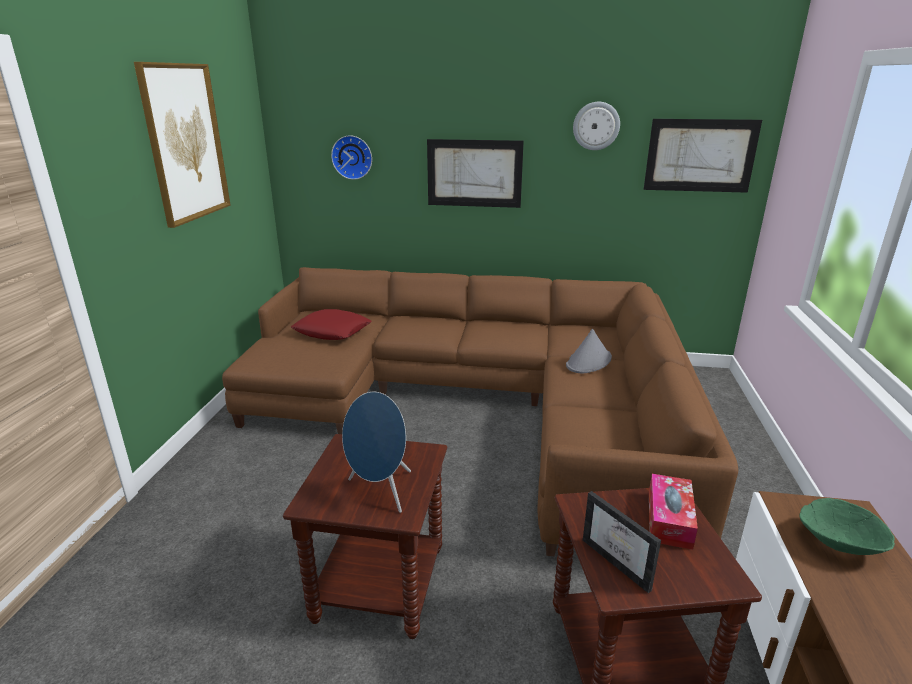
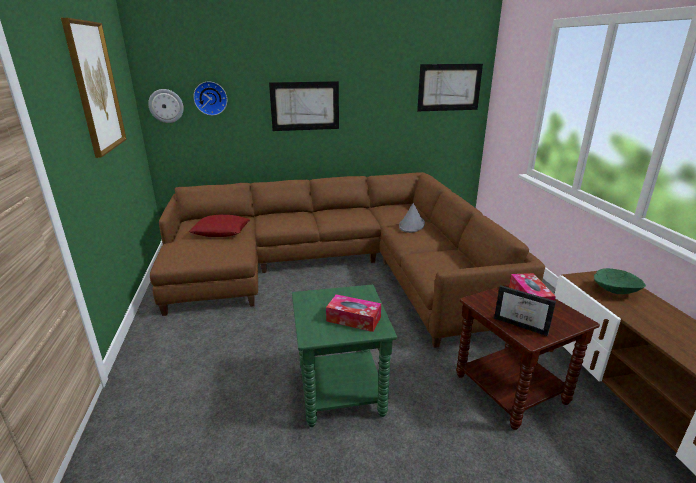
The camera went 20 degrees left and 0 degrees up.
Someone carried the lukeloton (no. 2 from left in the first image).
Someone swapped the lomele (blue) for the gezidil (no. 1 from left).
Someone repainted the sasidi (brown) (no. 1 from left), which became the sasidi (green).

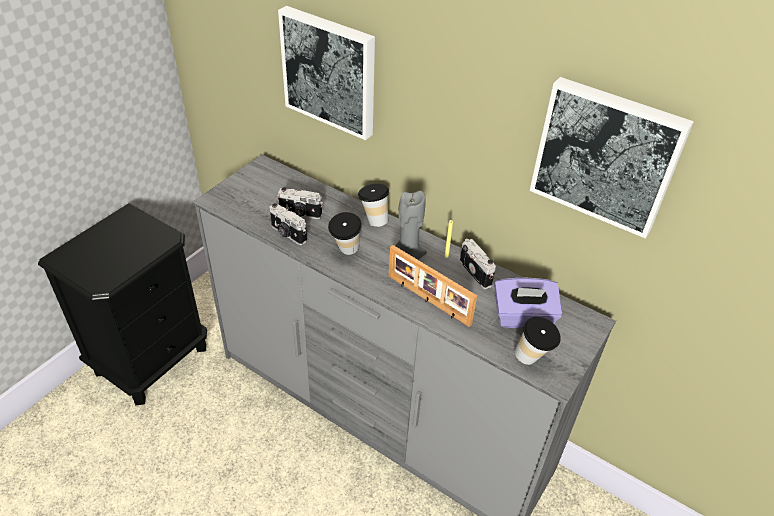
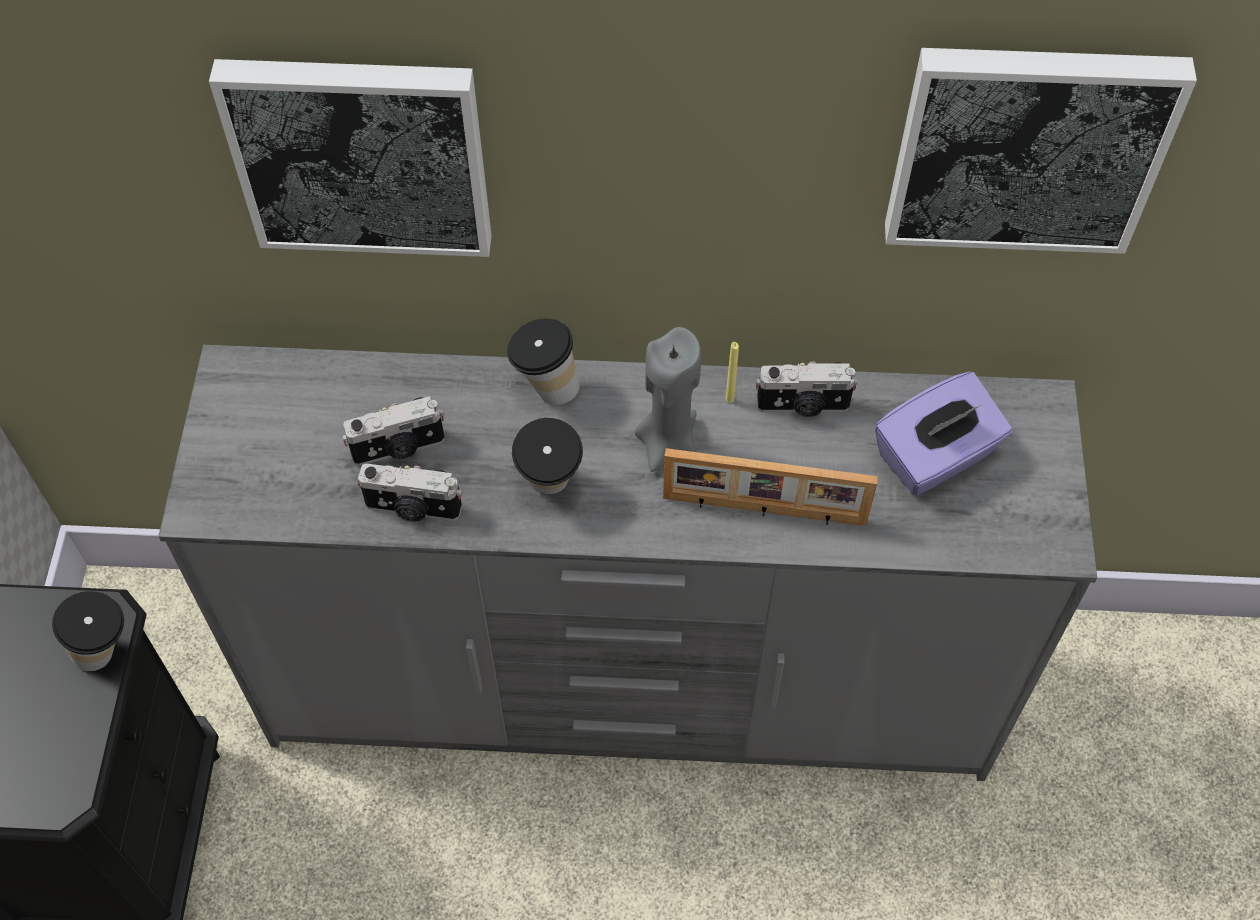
The camera went 30 degrees left and 15 degrees up.
Someone rotated the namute (no. 3 from left) by 150 degrees clockwise.
Someone carried the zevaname (no. 3 from left in the first image).

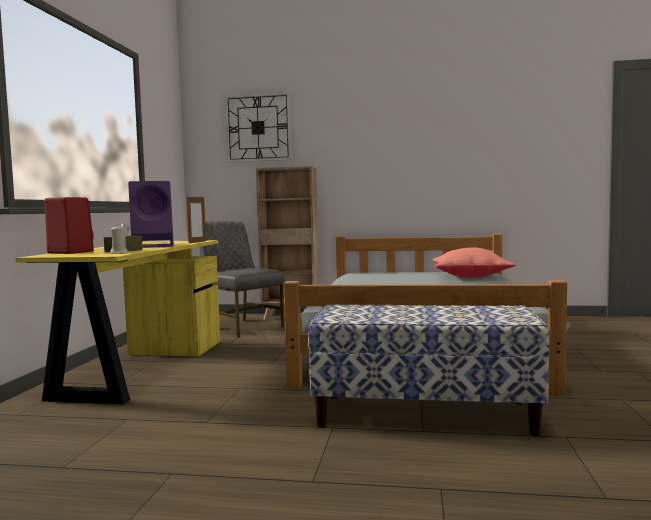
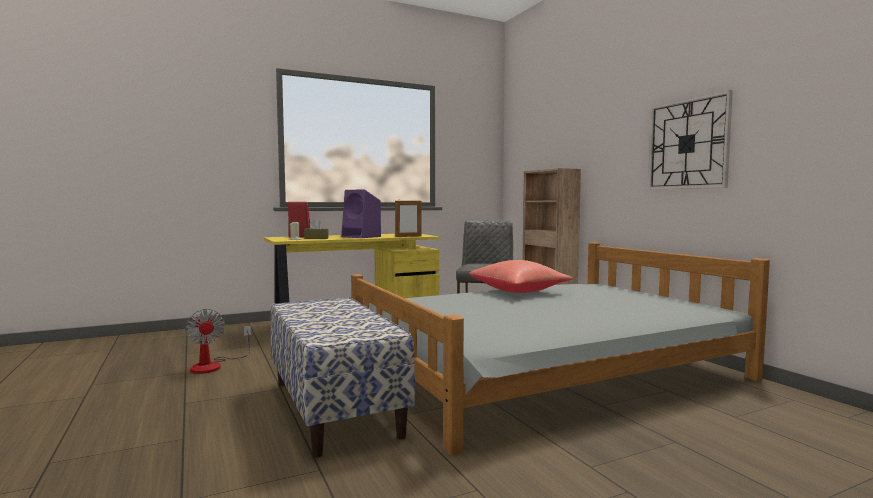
The camera went 55 degrees right and 0 degrees up.
Someone carried the lukeloton.
Someone carried the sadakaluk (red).
Someone put down the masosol.

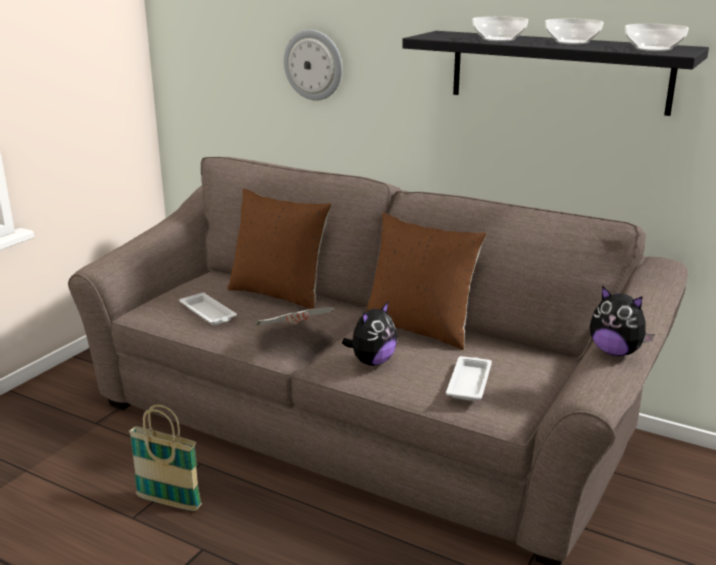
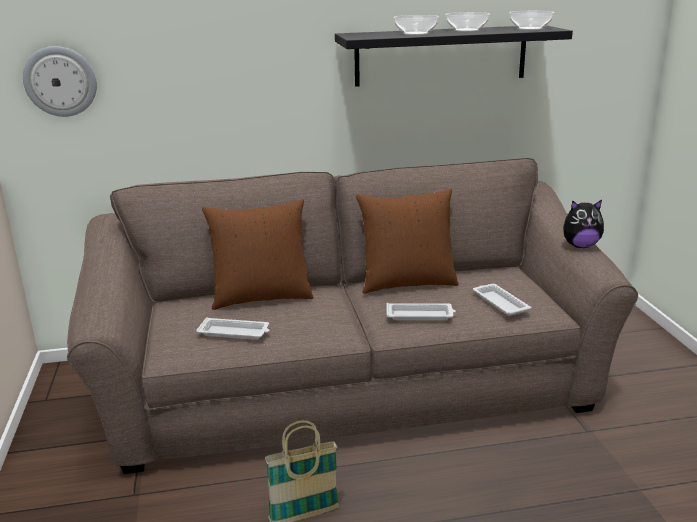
The camera went 40 degrees left and 0 degrees up.
Someone carried the lukeloton.
Someone swapped the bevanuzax (no. 1 from left) for the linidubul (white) (no. 2 from left).
Someone took away the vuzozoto.

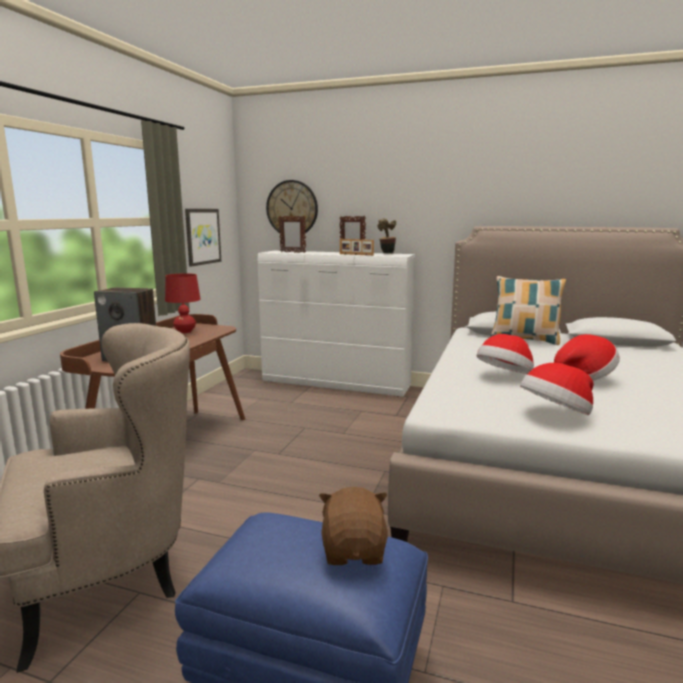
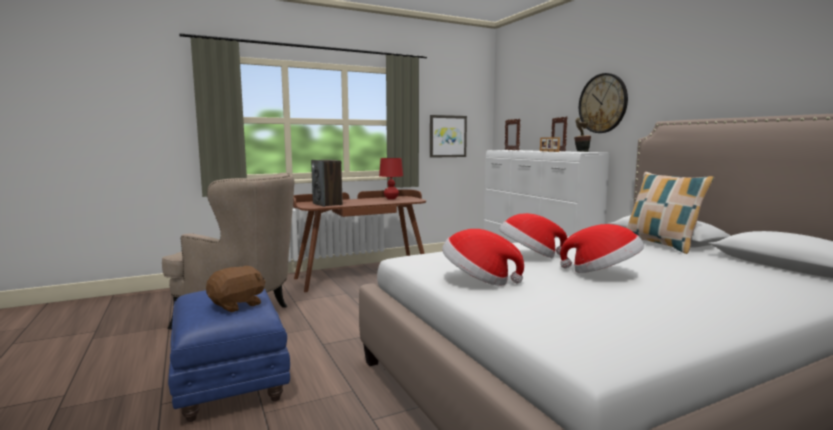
The camera went 45 degrees right and 5 degrees down.
Someone carried the lukeloton.

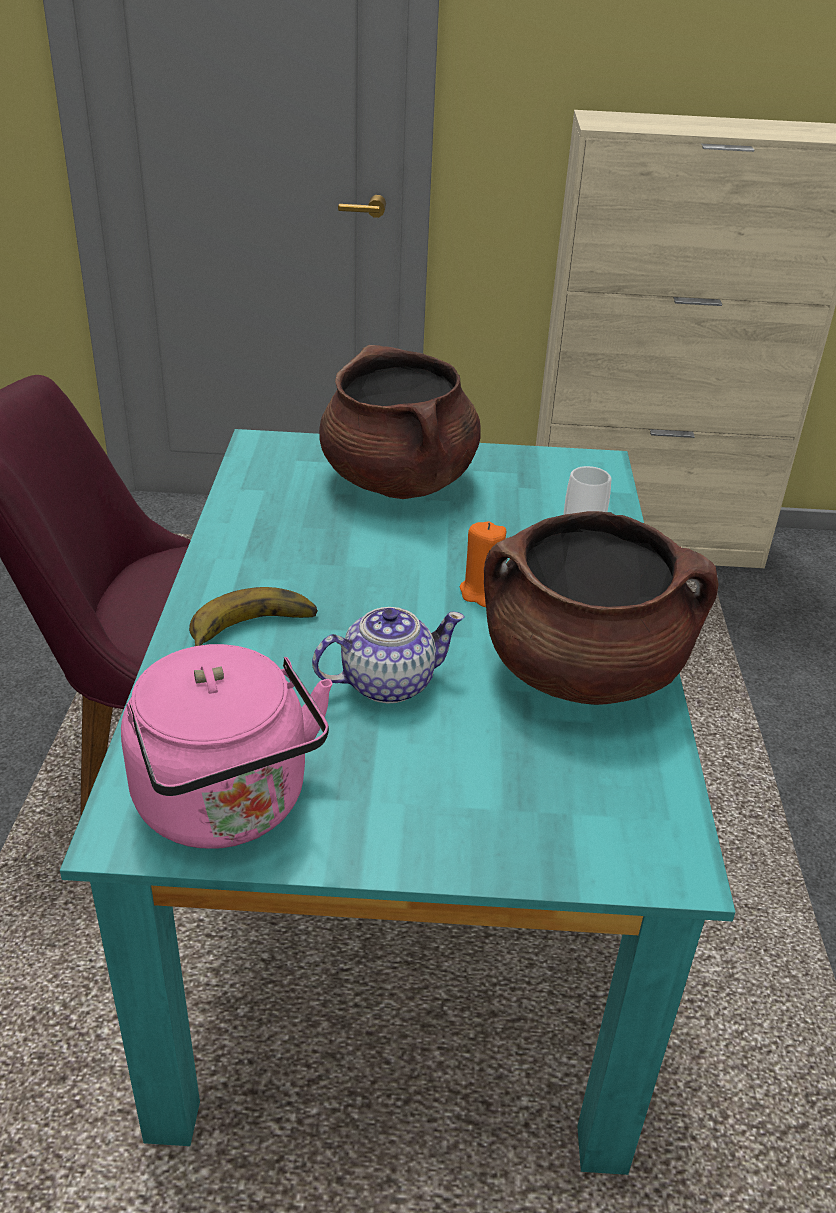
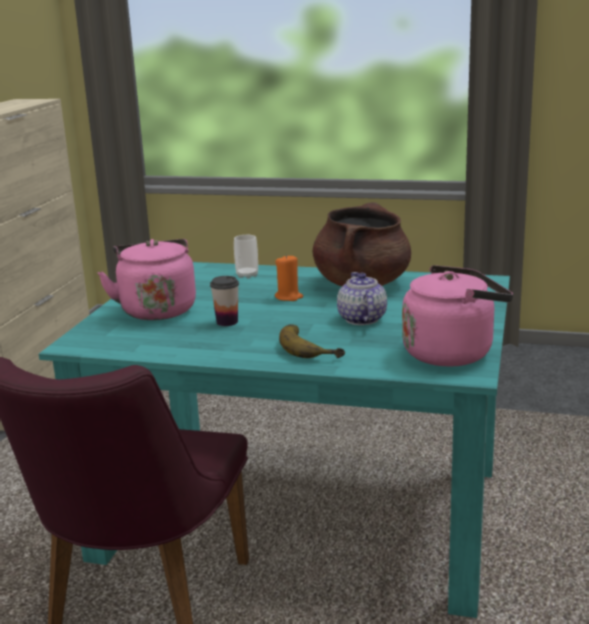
The camera went 75 degrees left and 15 degrees down.
Someone swapped the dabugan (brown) (no. 1 from left) for the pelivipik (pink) (no. 1 from left).
Someone put down the zevaname (no. 1 from left).

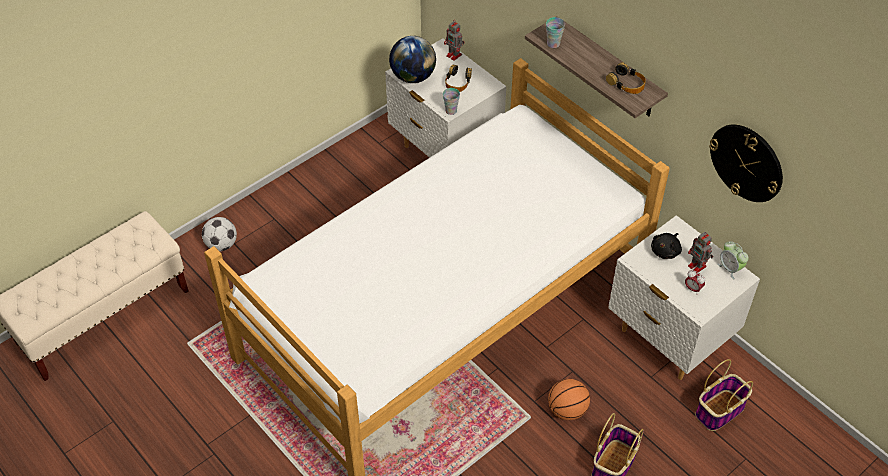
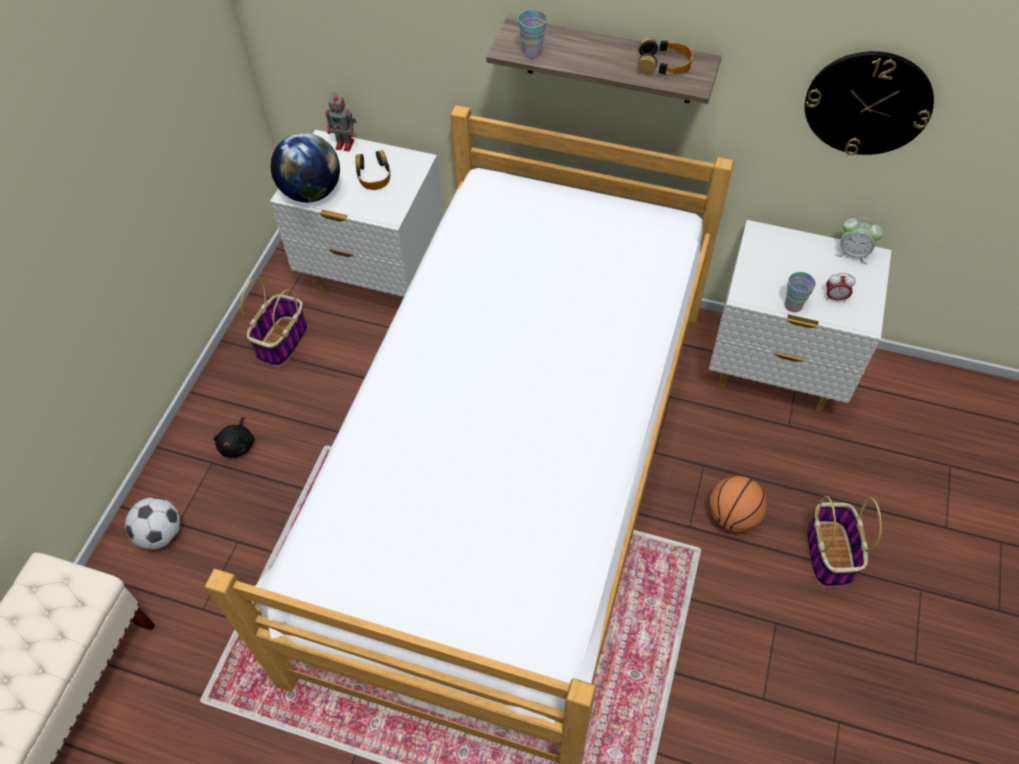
The camera went 30 degrees left and 5 degrees up.
Someone carried the zevaname (no. 1 from left in the first image).
Someone took away the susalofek (no. 2 from left).
Someone carried the bevanuzax (black).
Someone carried the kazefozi (no. 2 from left in the first image).

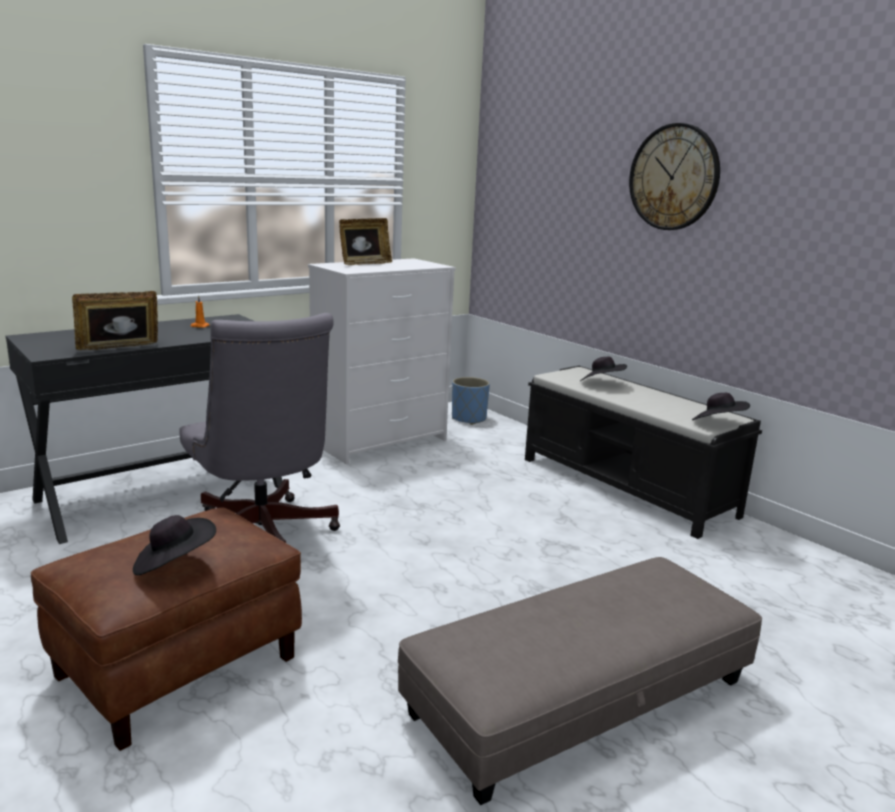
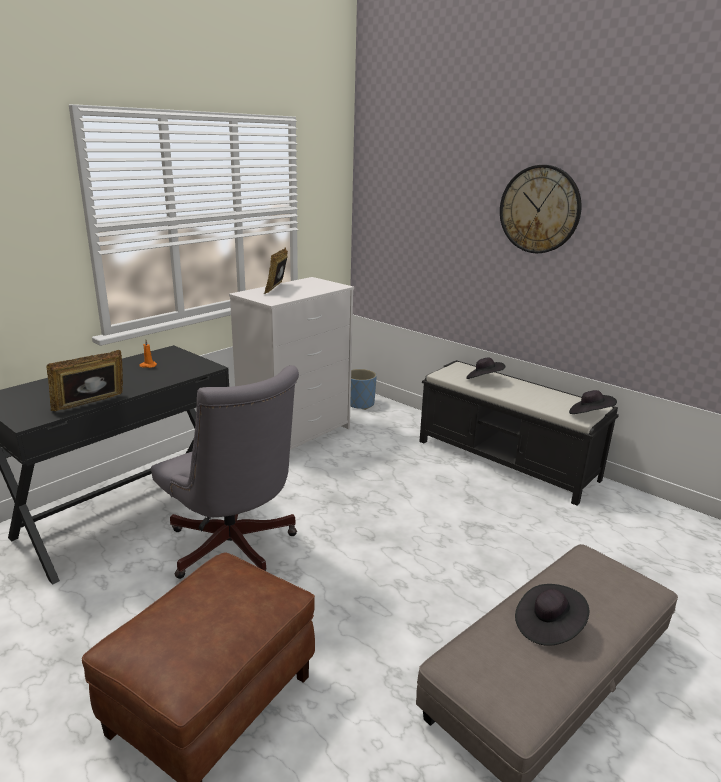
The camera went 10 degrees left and 5 degrees up.
Someone rotated the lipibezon (no. 2 from left) by 150 degrees clockwise.
Someone carried the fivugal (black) (no. 1 from left in the first image).

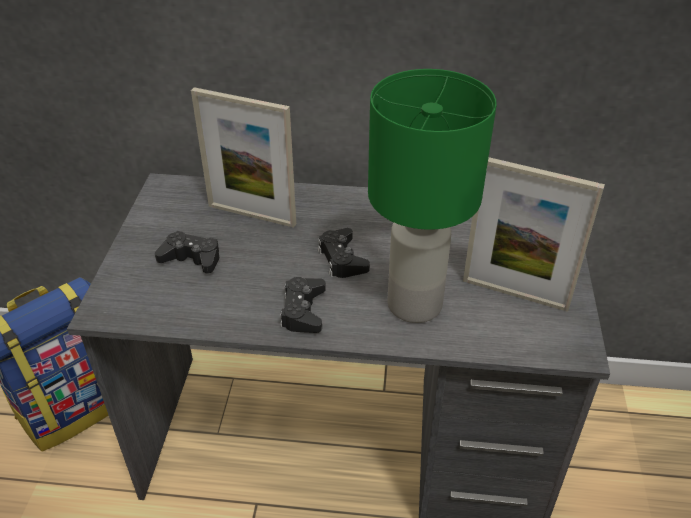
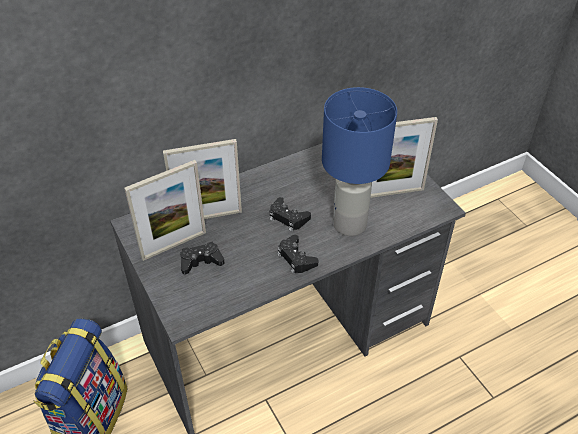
The camera went 35 degrees left and 5 degrees up.
Someone repainted the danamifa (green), which became the danamifa (blue).
Someone put down the lipibezon (no. 1 from left).

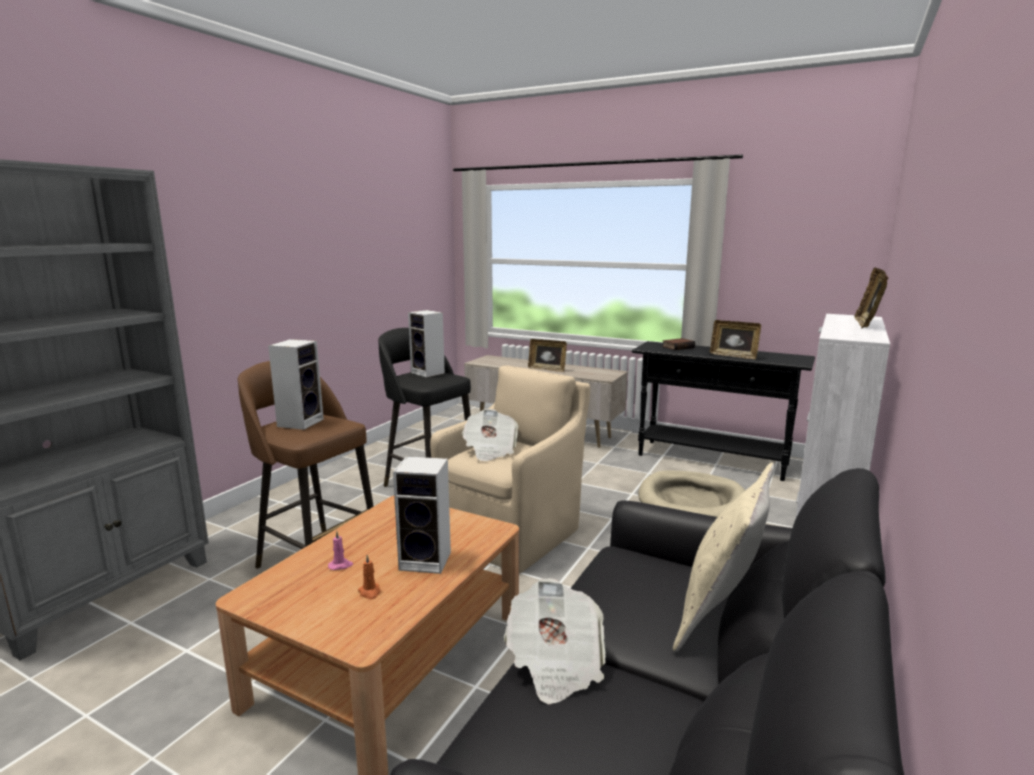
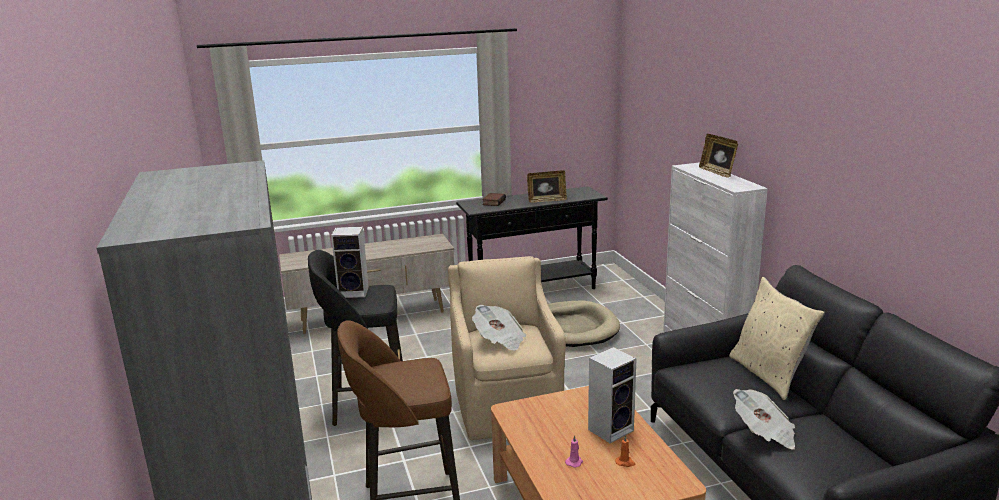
The camera went 45 degrees left and 5 degrees up.
Someone took away the lomele (no. 1 from left).
Someone took away the lipibezon (no. 1 from left).

